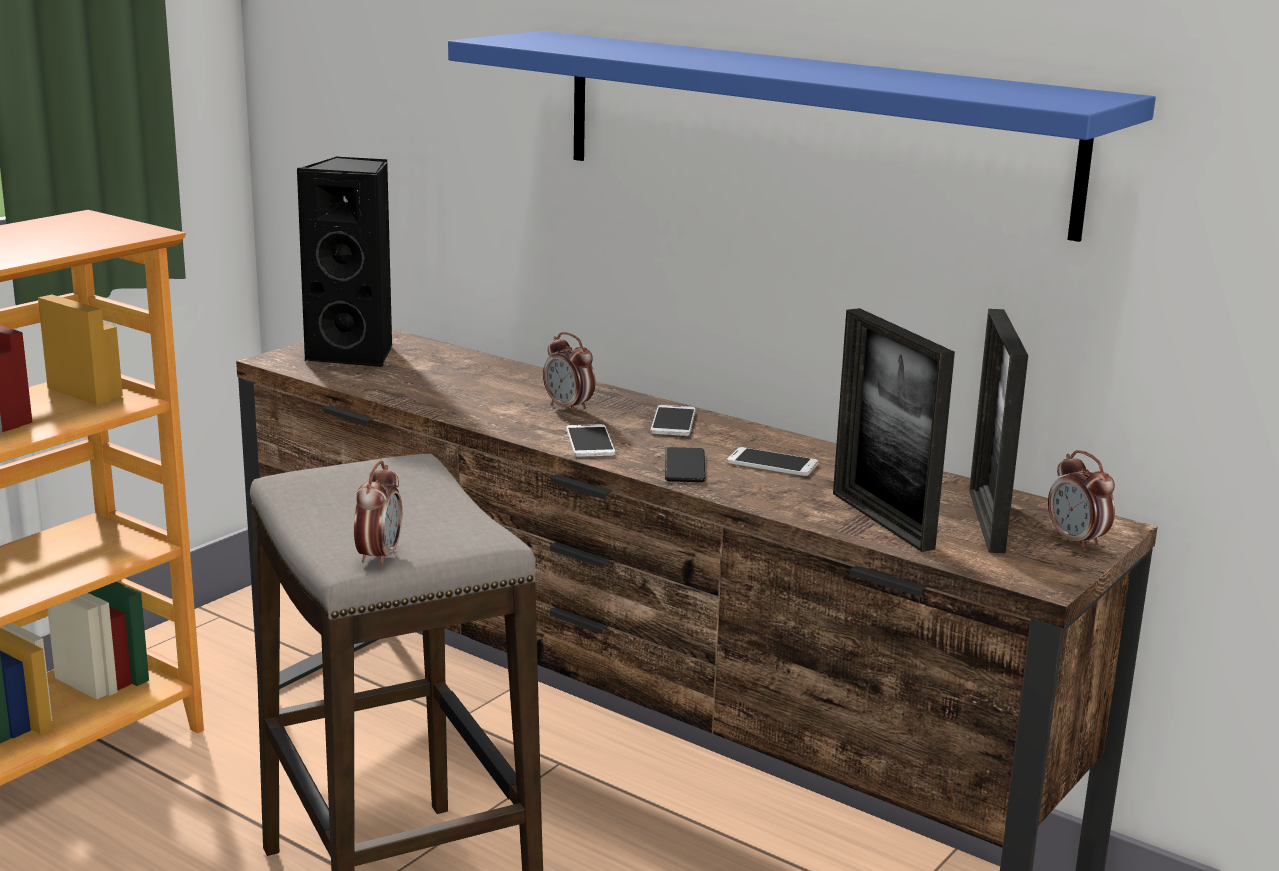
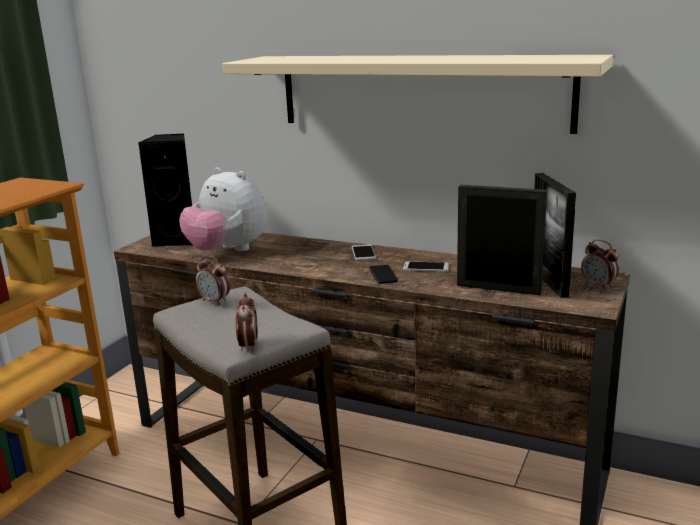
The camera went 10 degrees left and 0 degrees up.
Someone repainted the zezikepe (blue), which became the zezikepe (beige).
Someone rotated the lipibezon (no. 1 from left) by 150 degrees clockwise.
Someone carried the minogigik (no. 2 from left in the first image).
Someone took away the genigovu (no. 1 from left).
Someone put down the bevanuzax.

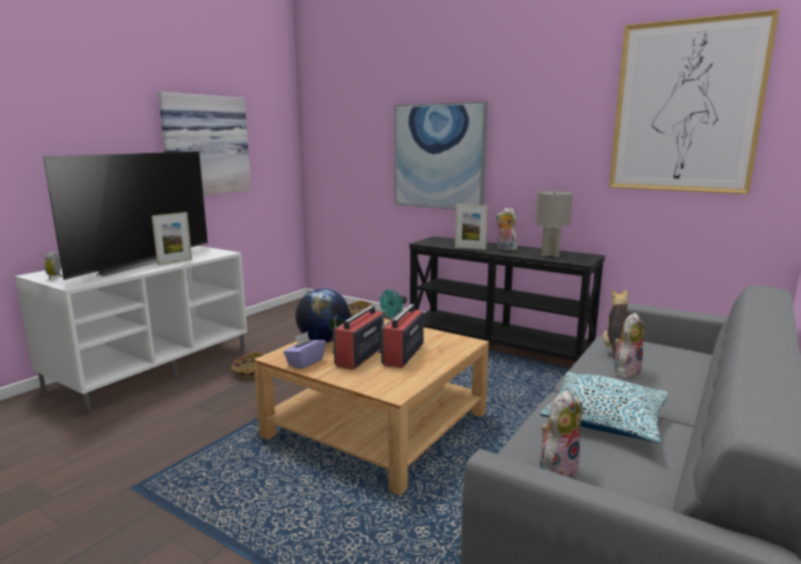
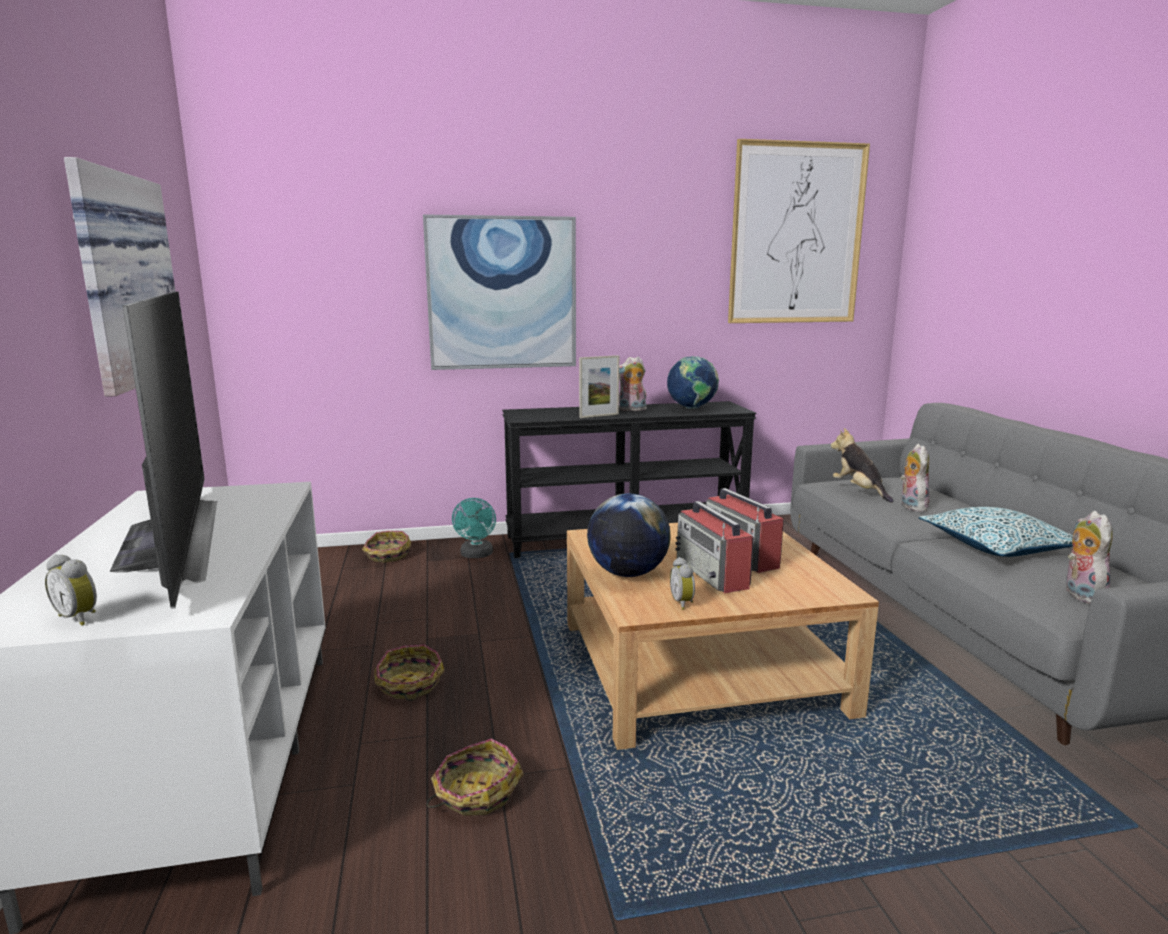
The camera went 45 degrees left and 0 degrees up.
Someone swapped the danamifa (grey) for the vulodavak (no. 2 from left).
Someone took away the lipibezon (no. 1 from left).
Someone swapped the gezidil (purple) for the minogigik (no. 2 from left).
Someone put down the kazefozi (no. 3 from left).

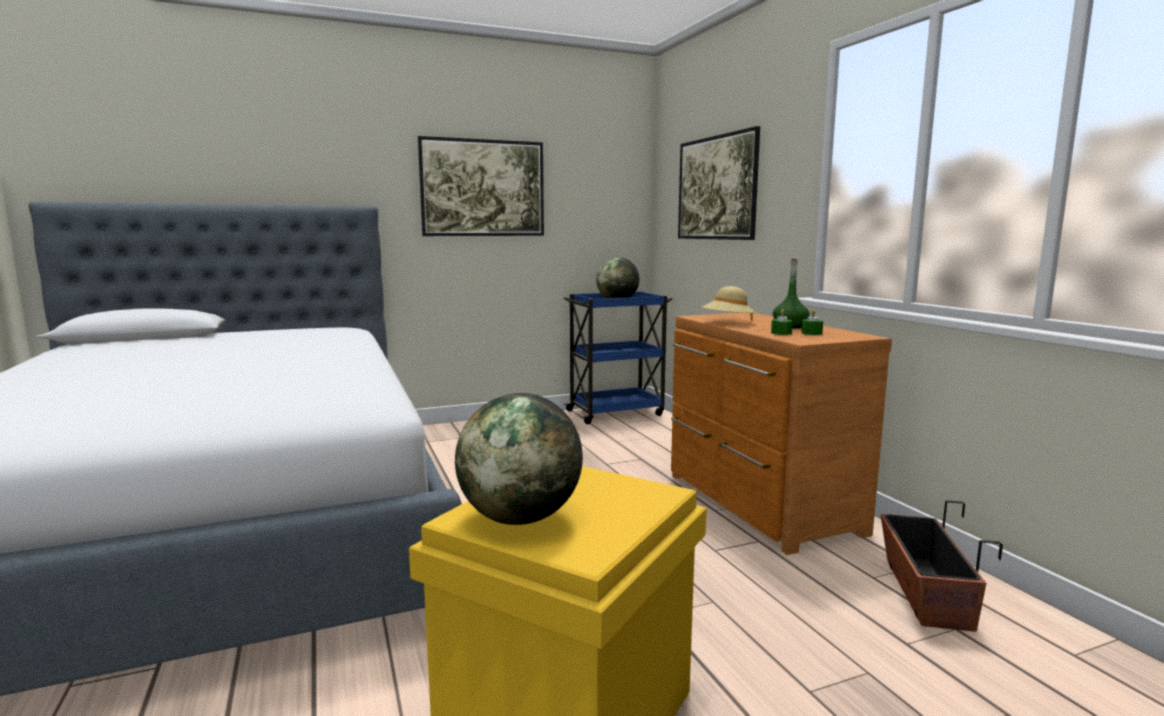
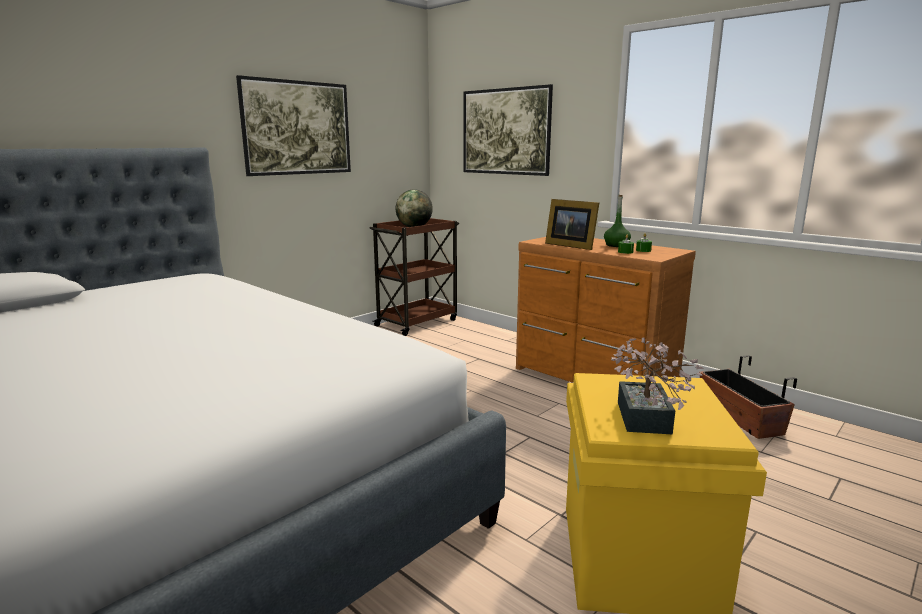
The camera went 25 degrees left and 5 degrees up.
Someone swapped the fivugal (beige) for the lipibezon.
Someone repainted the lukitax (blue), which became the lukitax (brown).
Someone swapped the vulodavak (no. 1 from left) for the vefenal.

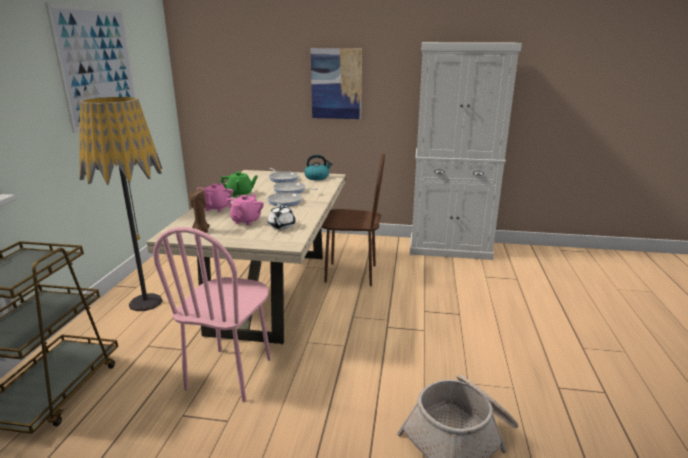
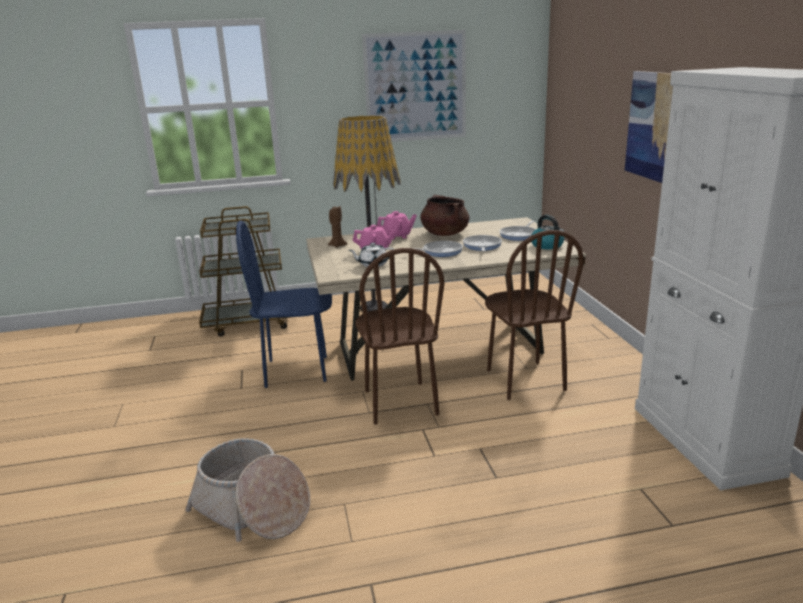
The camera went 70 degrees right and 0 degrees up.
Someone swapped the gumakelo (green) for the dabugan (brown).
Someone repainted the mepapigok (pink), which became the mepapigok (blue).
Someone put down the mepapigok (brown) (no. 1 from left).

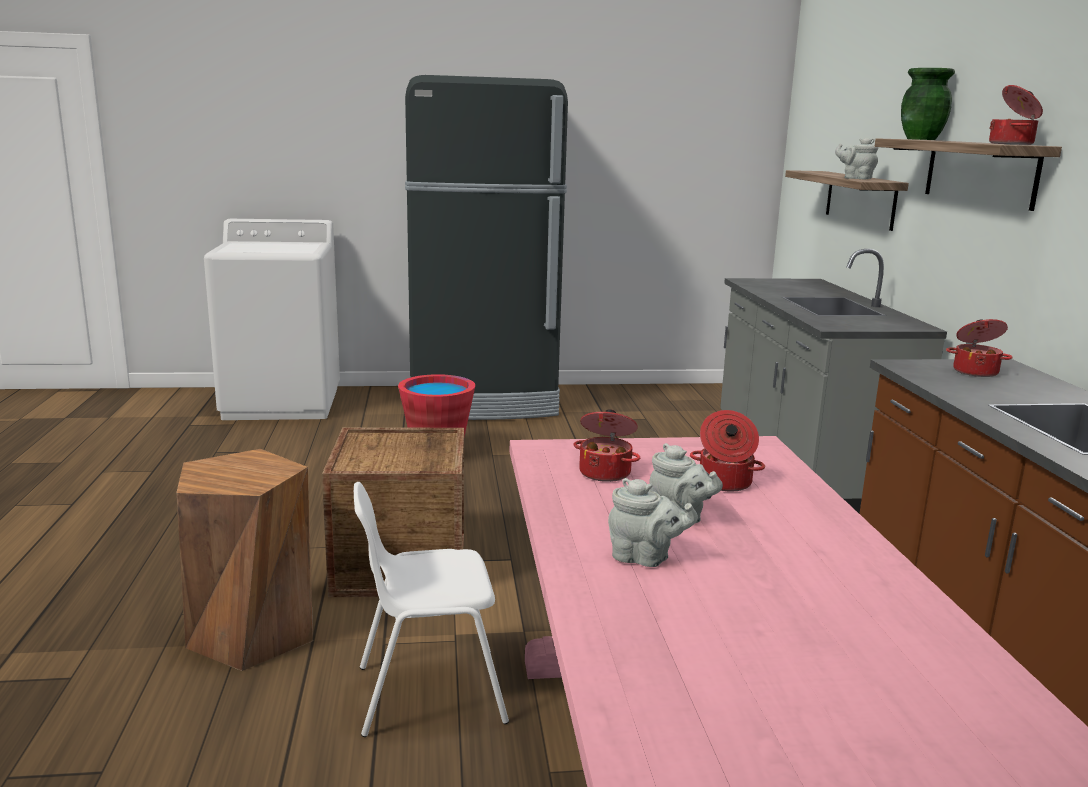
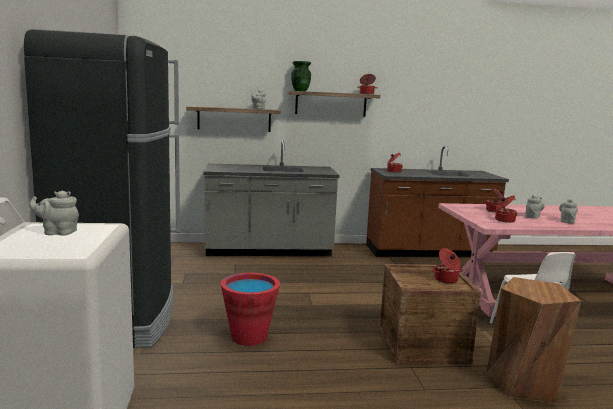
The camera went 90 degrees left and 5 degrees down.
Someone put down the gumakelo (grey) (no. 1 from left).
Someone put down the dabugan (no. 3 from left).

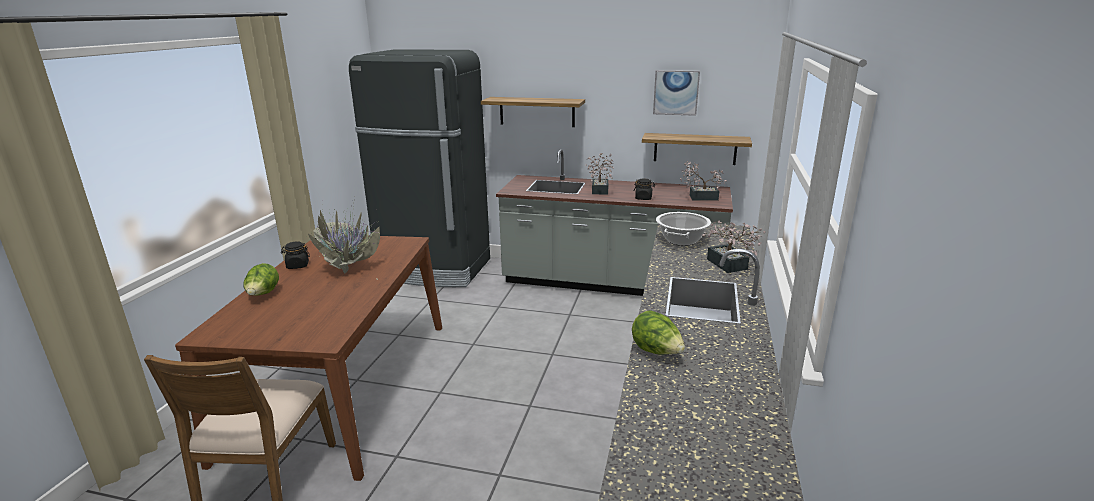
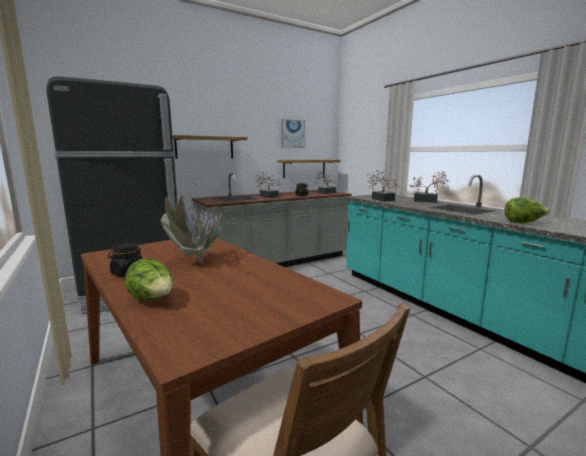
The camera went 45 degrees left and 10 degrees down.
Someone swapped the dabugan for the vefenal (no. 4 from left).

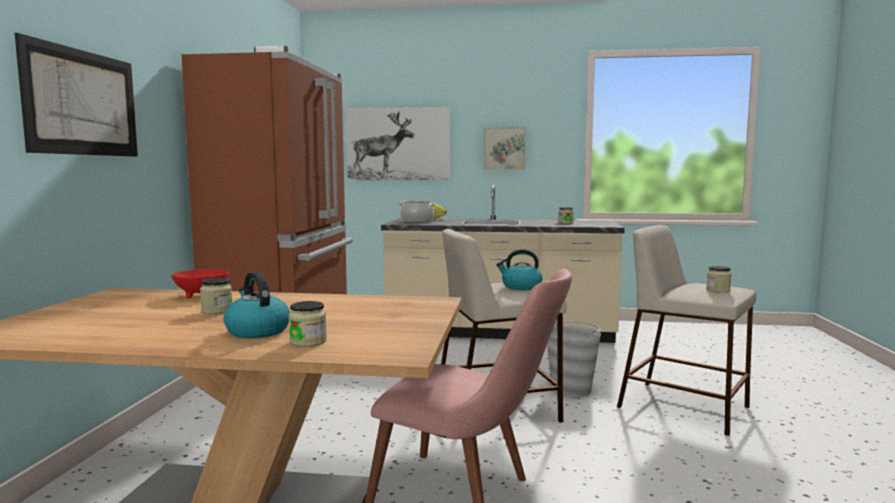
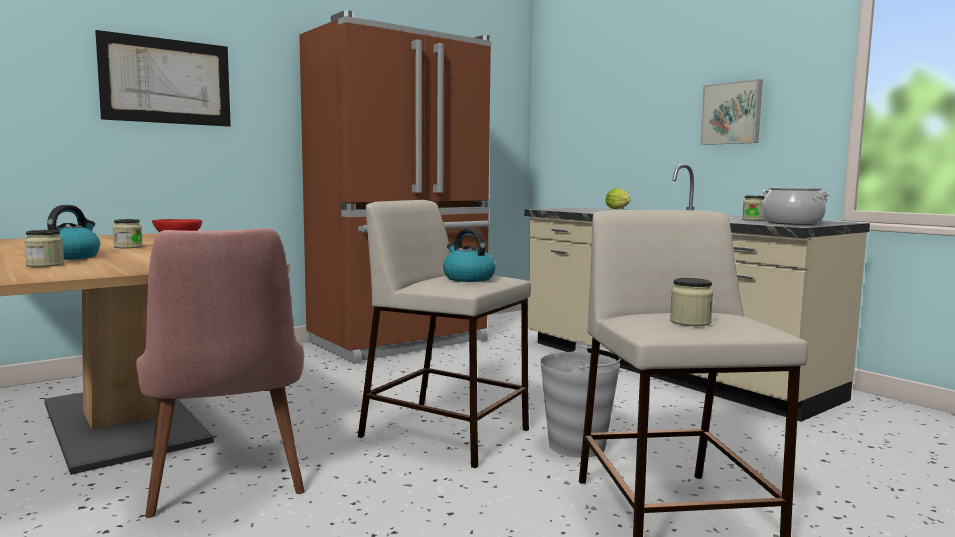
The camera went 45 degrees right and 0 degrees up.
Someone took away the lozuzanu (no. 2 from left).
Someone carried the dabugan.

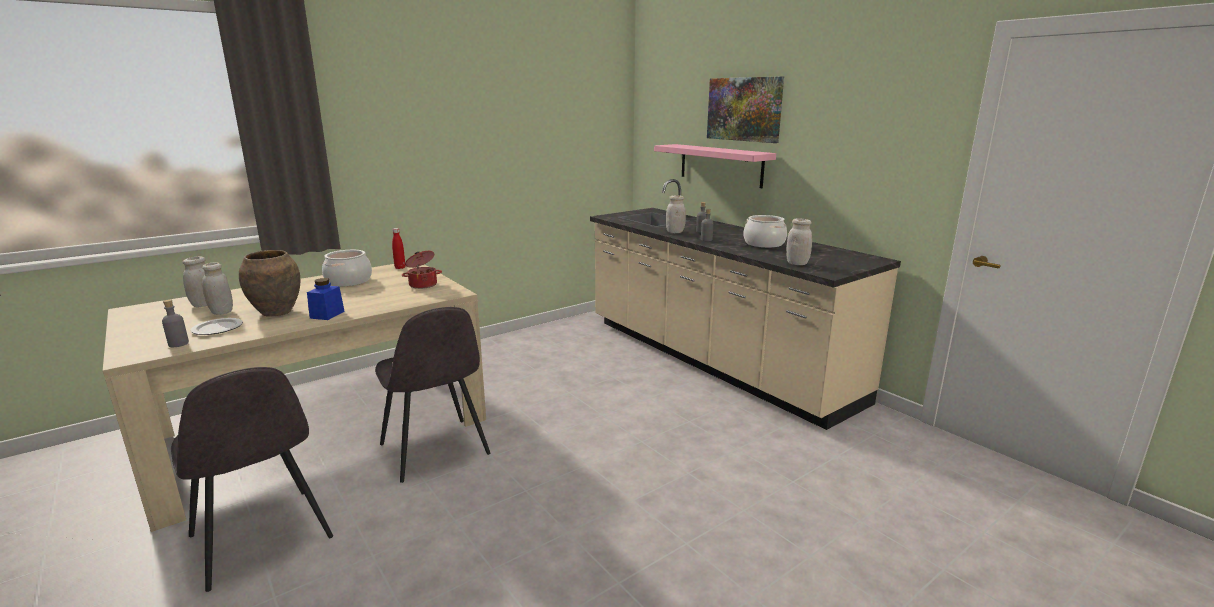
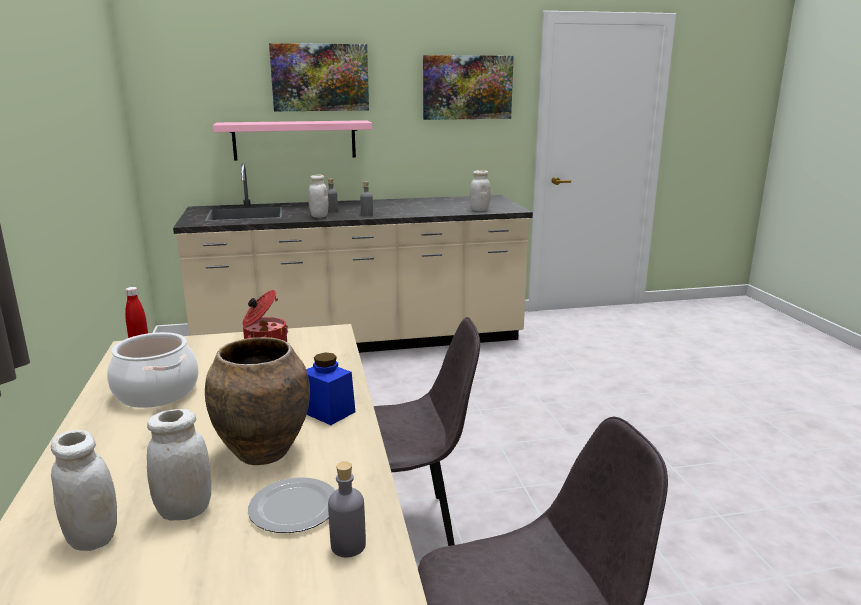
The camera went 65 degrees left and 0 degrees up.
Someone took away the dabugan (no. 3 from left).
Someone put up the lozuzanu (no. 2 from left).

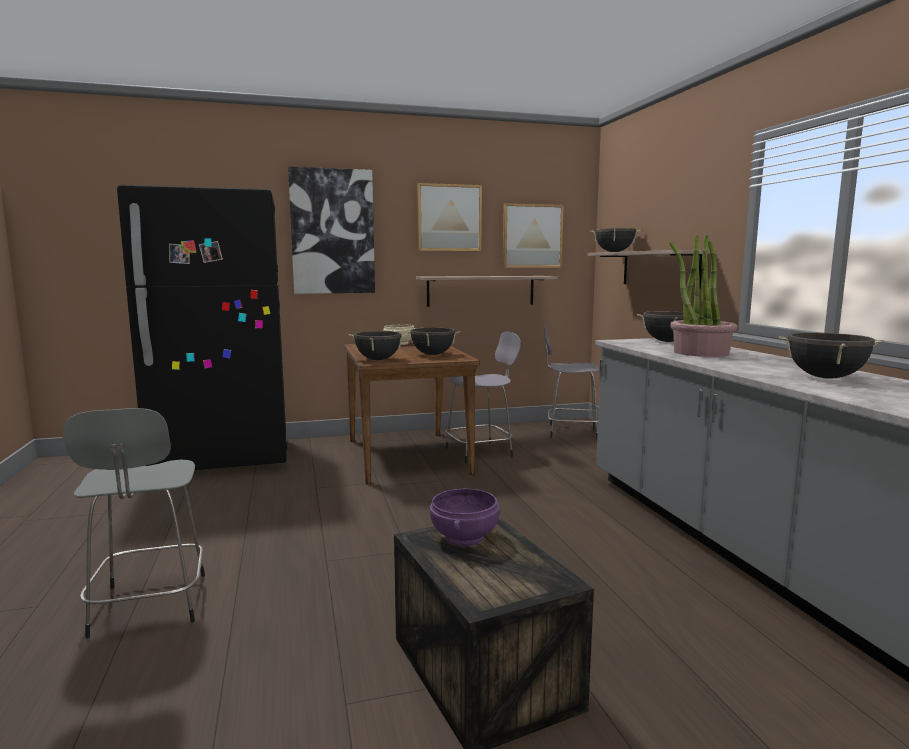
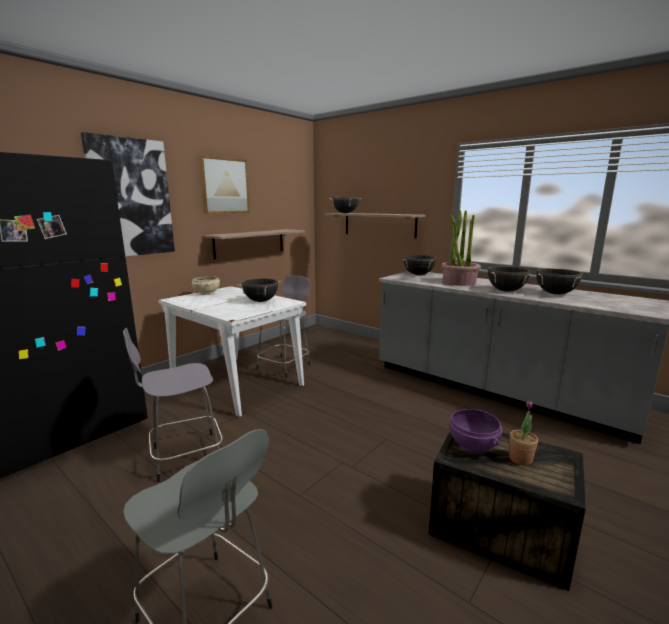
The camera went 35 degrees left and 5 degrees up.
Someone took away the lozuzanu (no. 3 from left).
Someone carried the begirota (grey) (no. 3 from left in the first image).
Someone carried the dabugan (black) (no. 1 from left in the first image).
Someone repainted the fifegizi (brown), which became the fifegizi (white).
Someone put down the vefenal (no. 2 from left).

